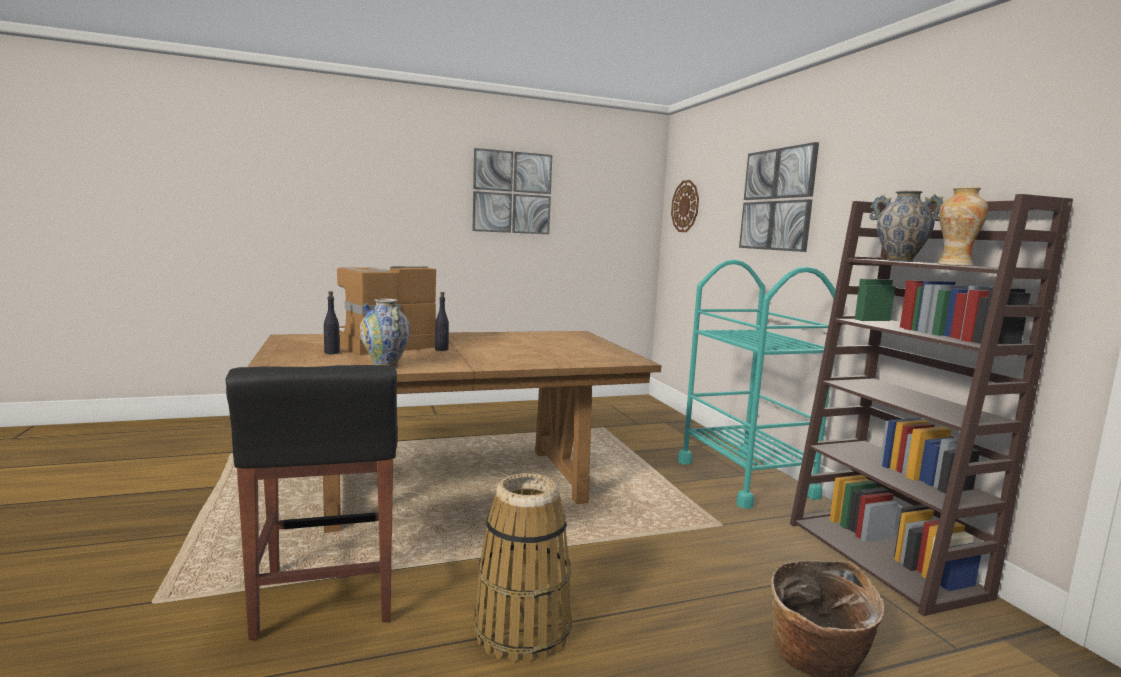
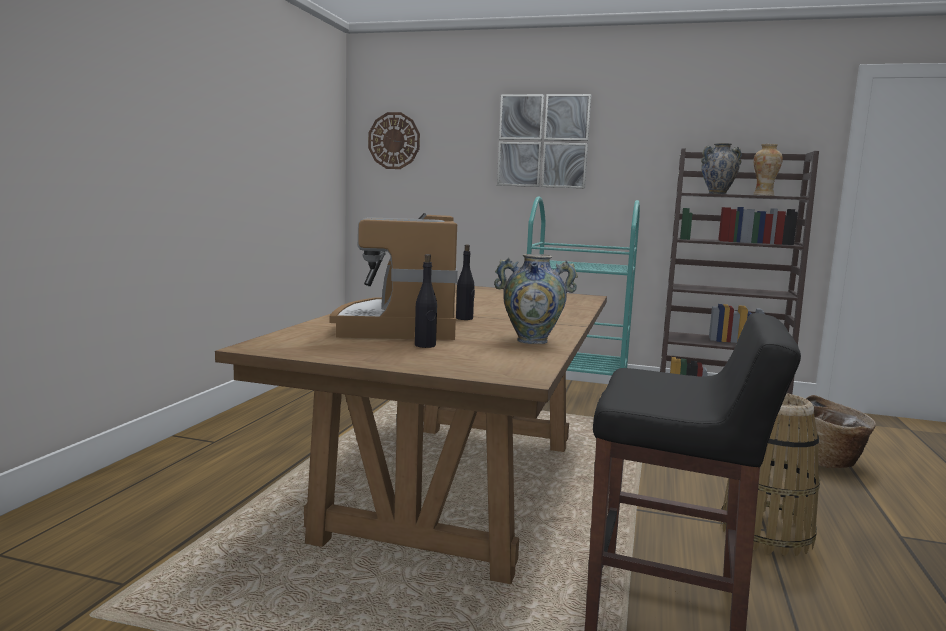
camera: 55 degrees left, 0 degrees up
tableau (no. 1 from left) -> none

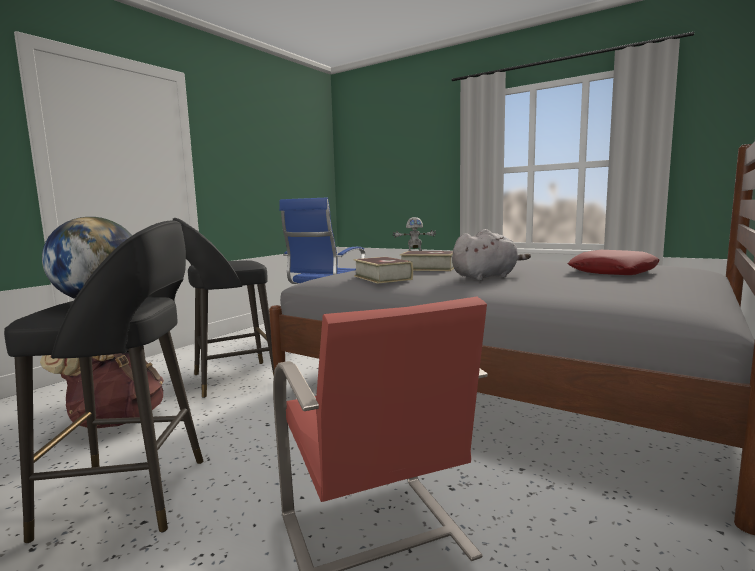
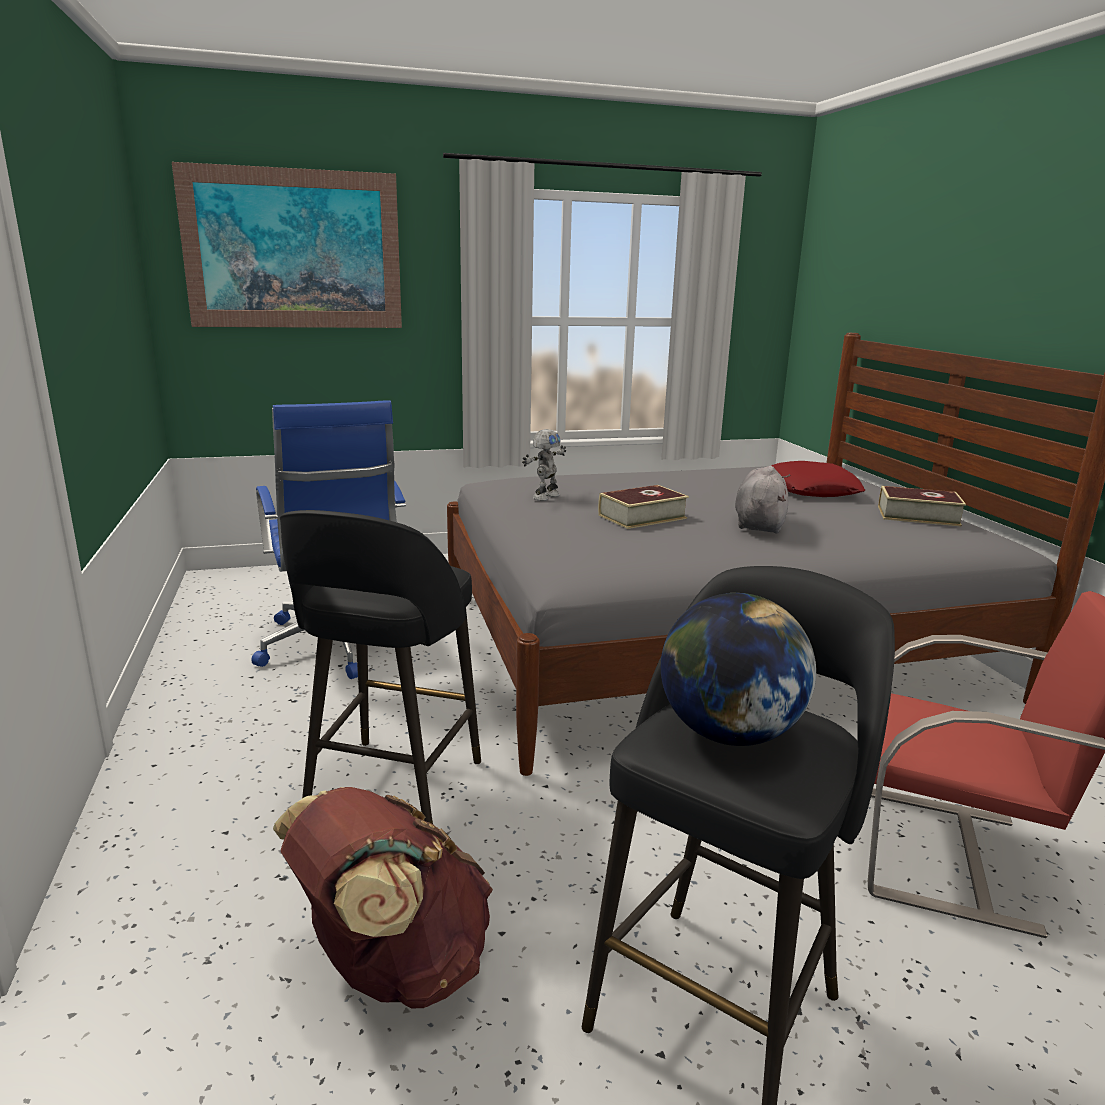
camera: 50 degrees left, 10 degrees up
none -> tableau
livre (no. 1 from left in the first image) -> livre (no. 2 from left), shifted

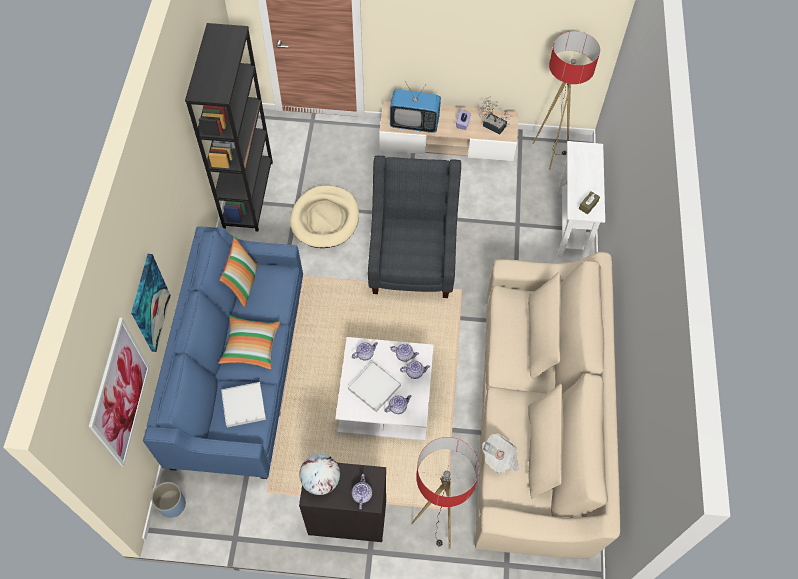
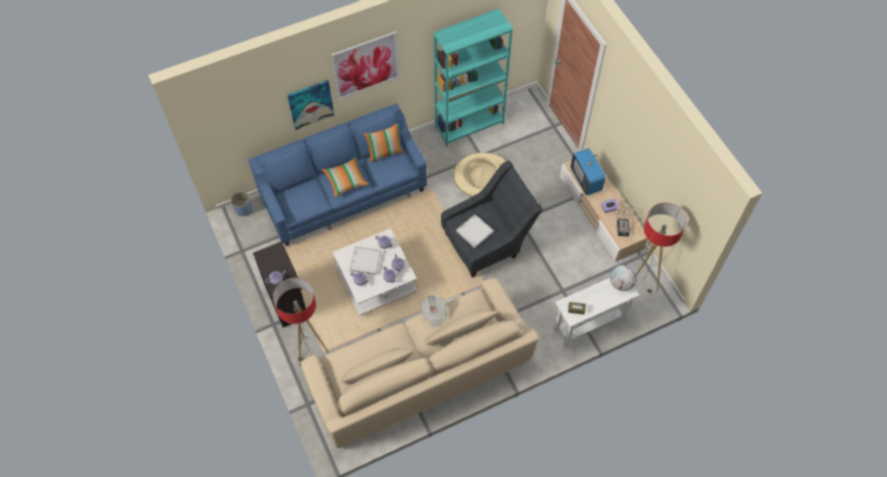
camera: 60 degrees right, 0 degrees up
tableau (no. 1 from left in the first image) -> tableau (no. 2 from left), shifted
plateau [blanc] (no. 1 from left in the first image) -> plateau [blanc] (no. 2 from left), shifted
globe, shifted
journal, shifted
bibliothèque [noir] -> bibliothèque [turquoise]

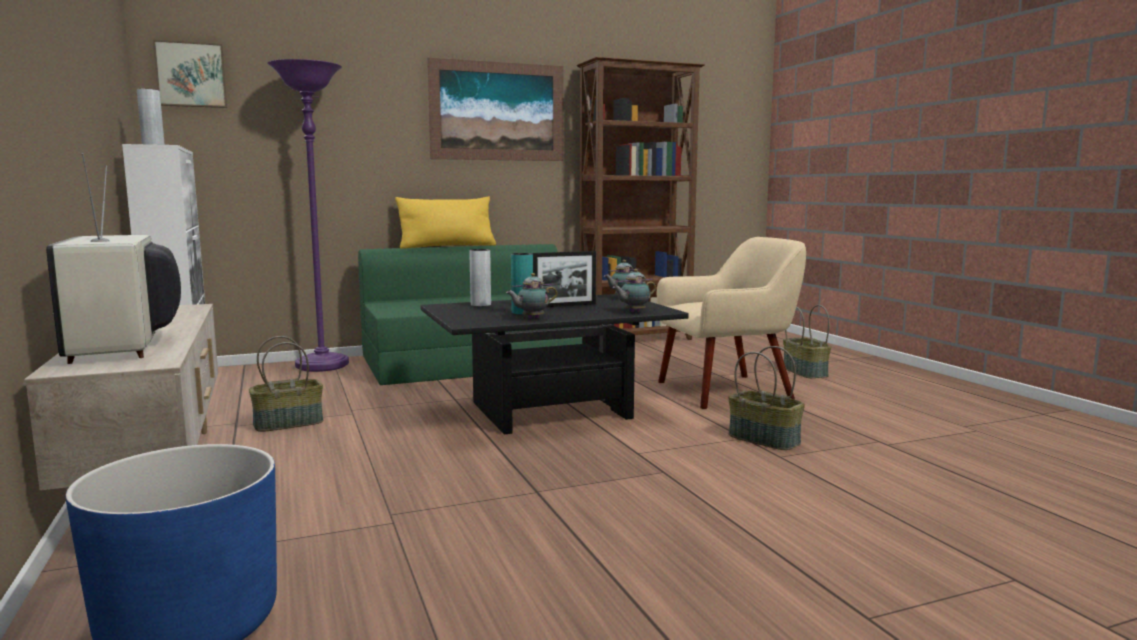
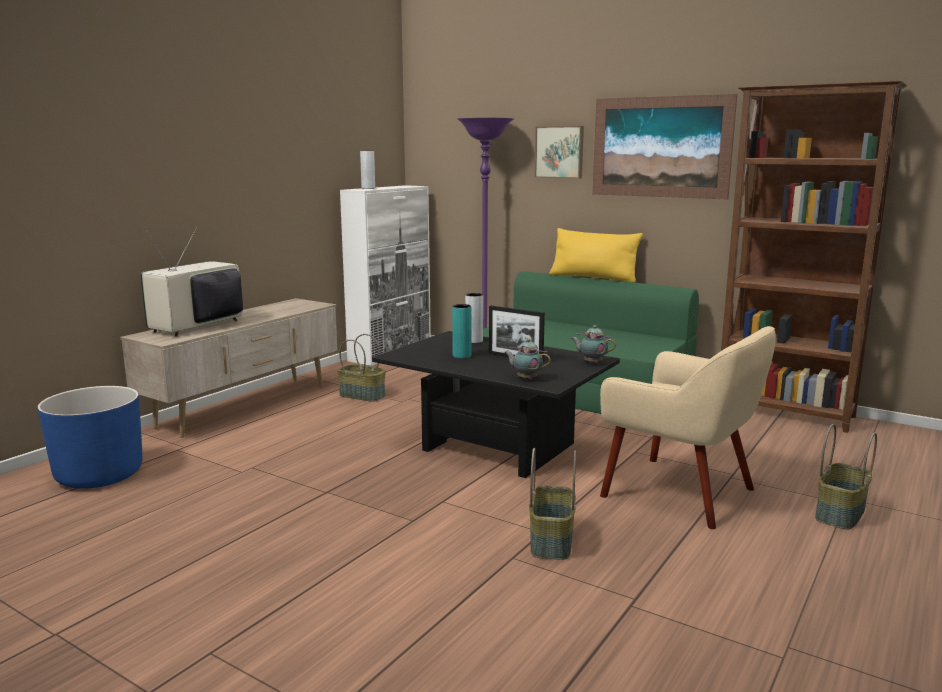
camera: 55 degrees right, 5 degrees up
théière (no. 1 from left) -> none
tableau (no. 1 from left), shifted

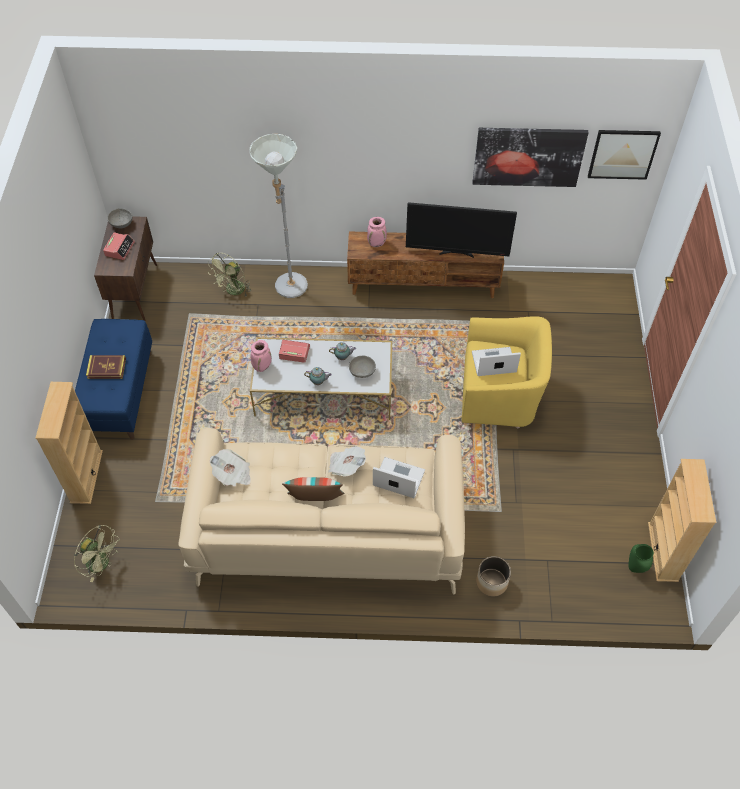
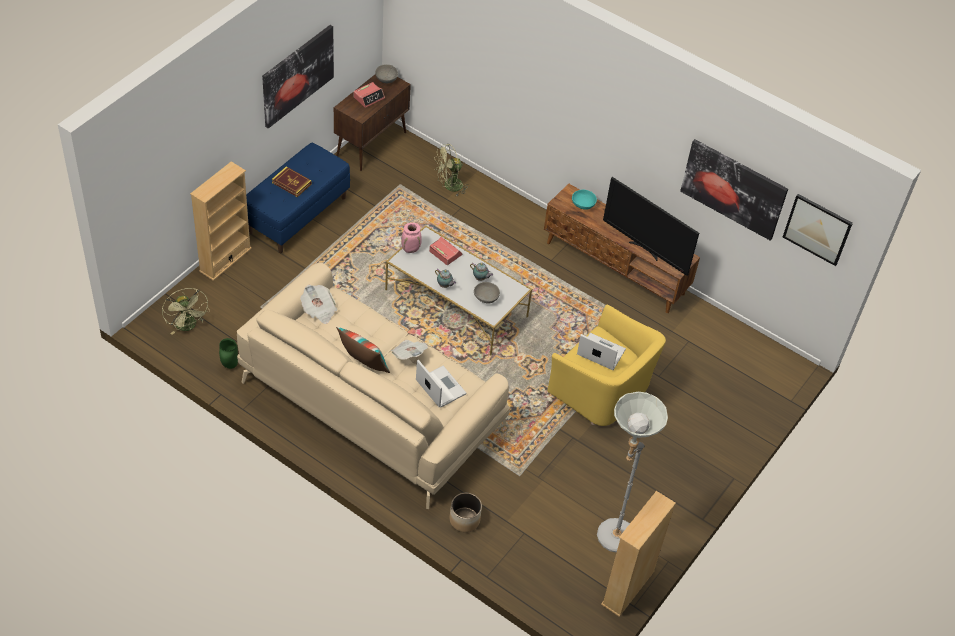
camera: 30 degrees right, 5 degrees down
none -> tableau (no. 1 from left)
lampadaire [gris], shifted
vase [vert], shifted
vase [rose] (no. 2 from left) -> bol [turquoise]

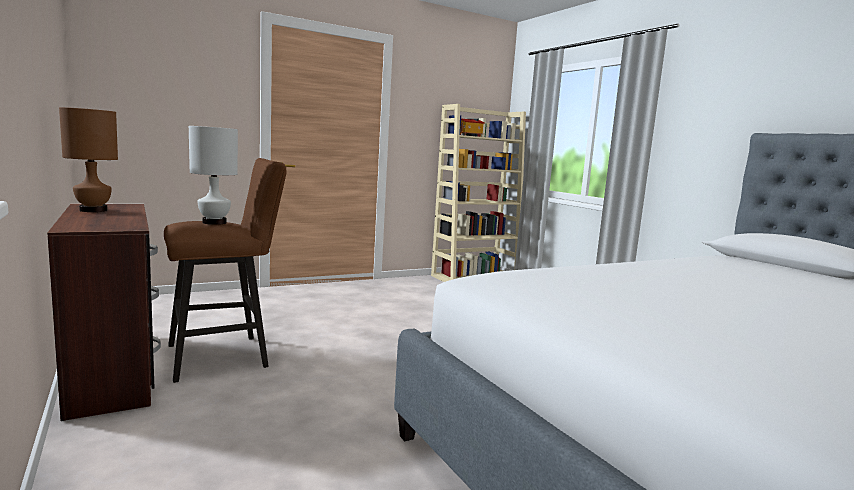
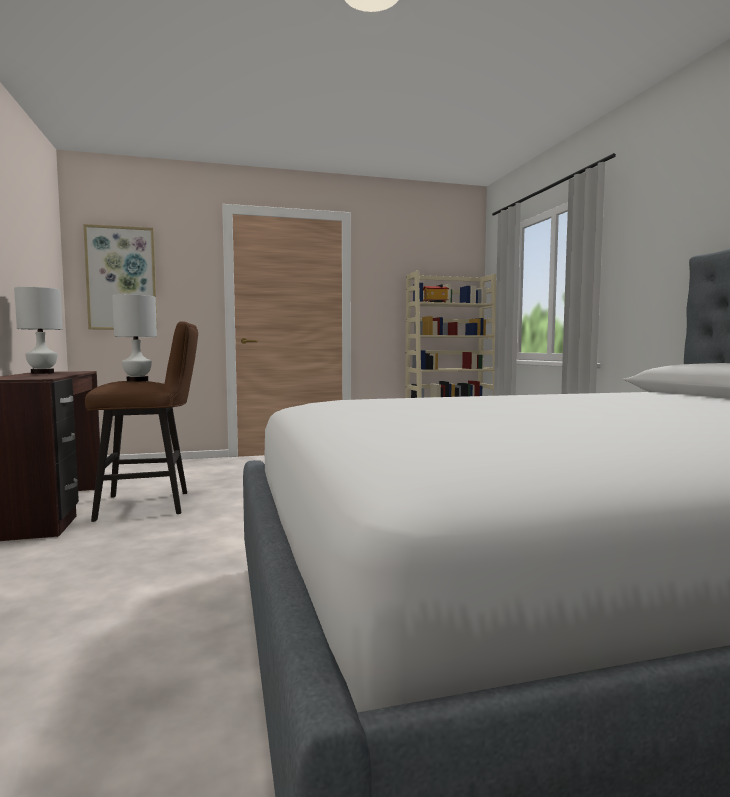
camera: 15 degrees right, 5 degrees down
none -> tableau
lampe de table [marron] -> lampe de table [blanc] (no. 1 from left)

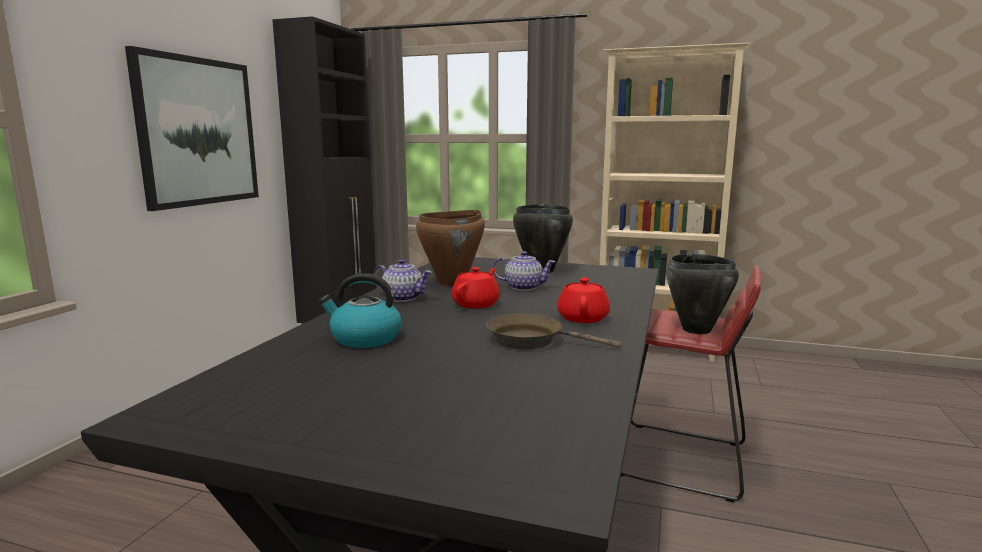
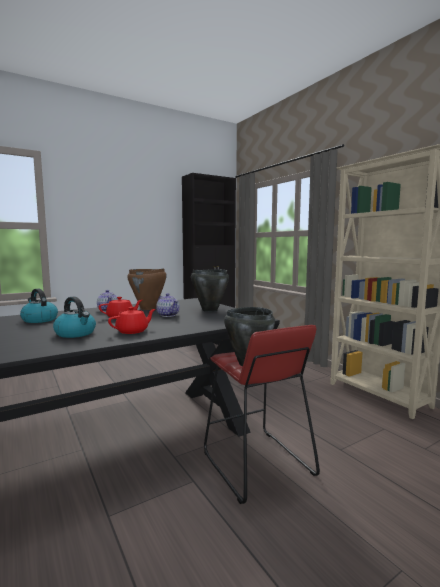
camera: 40 degrees right, 5 degrees down
tableau -> none
poêle [marron] -> bouilloire (no. 2 from left)

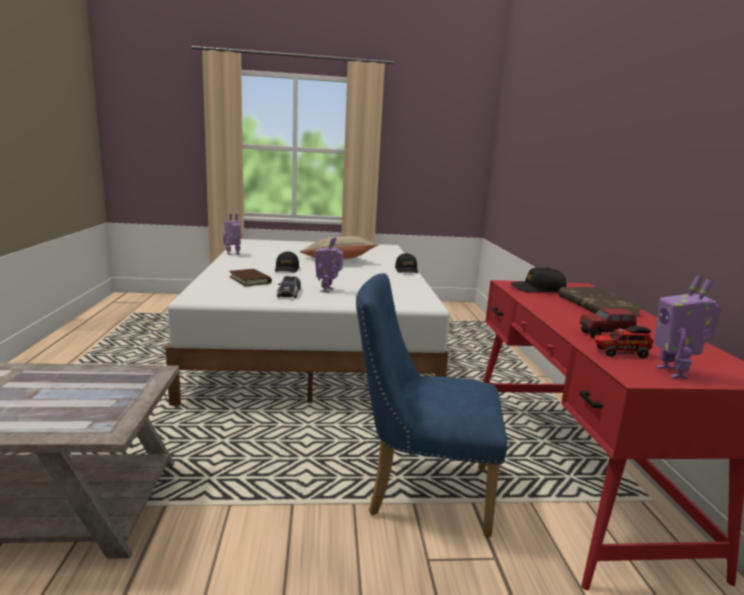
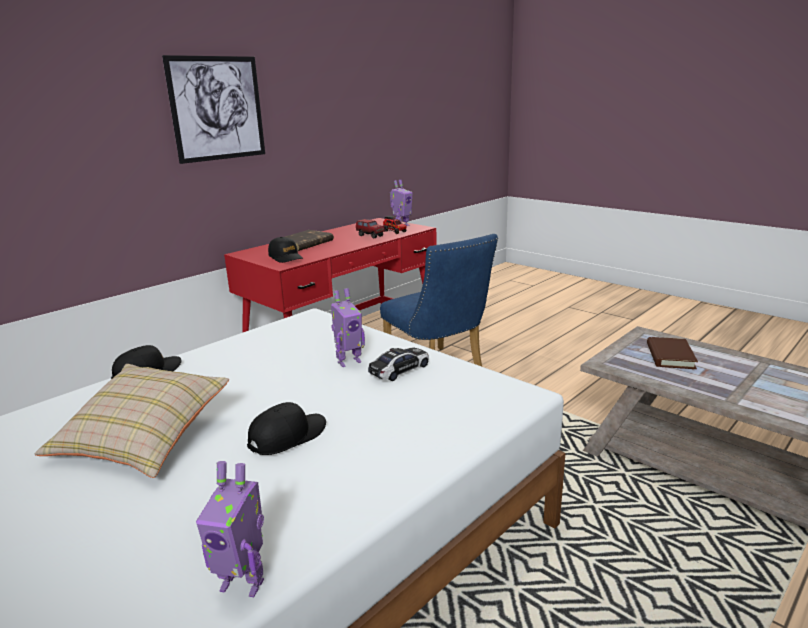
camera: 130 degrees left, 5 degrees up
none -> tableau
livre [marron] (no. 1 from left in the first image) -> livre [marron] (no. 2 from left), shifted

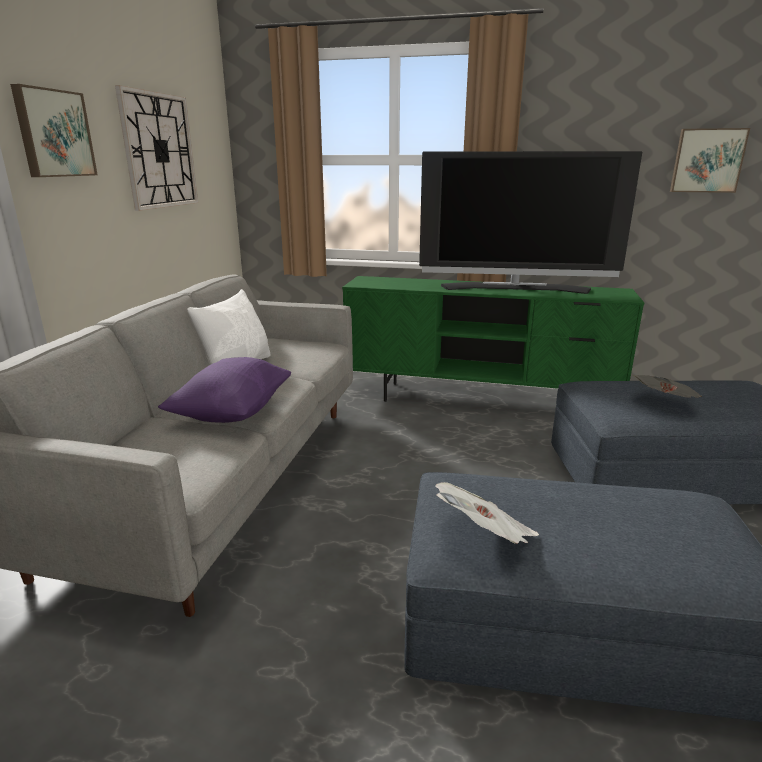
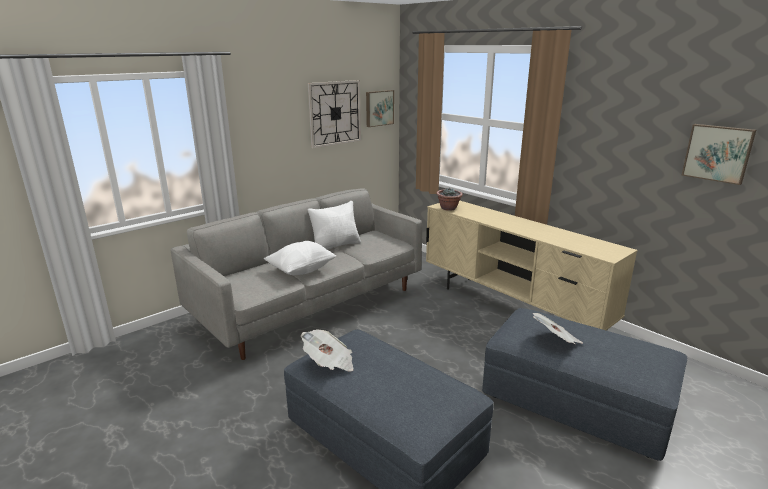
camera: 35 degrees right, 0 degrees up
téléviseur -> none
none -> plante en pot
tableau (no. 1 from left), shifted
coussin [violet] -> coussin [blanc] (no. 1 from left)
meuble télé [vert] -> meuble télé [beige]

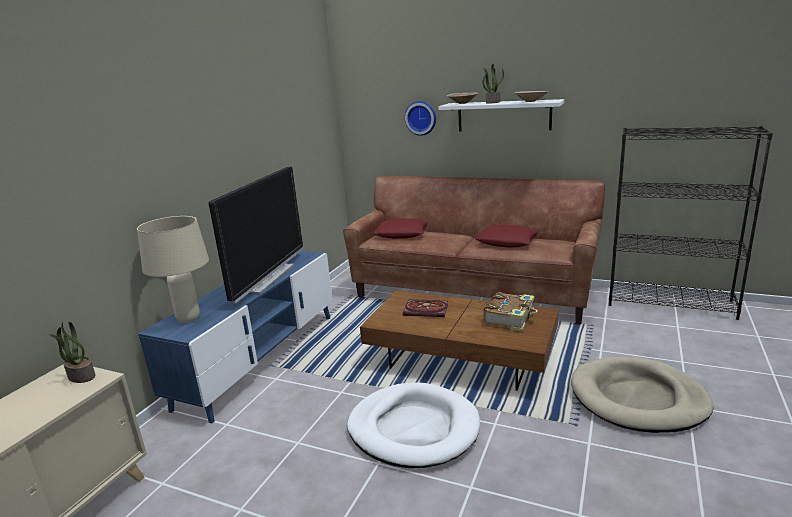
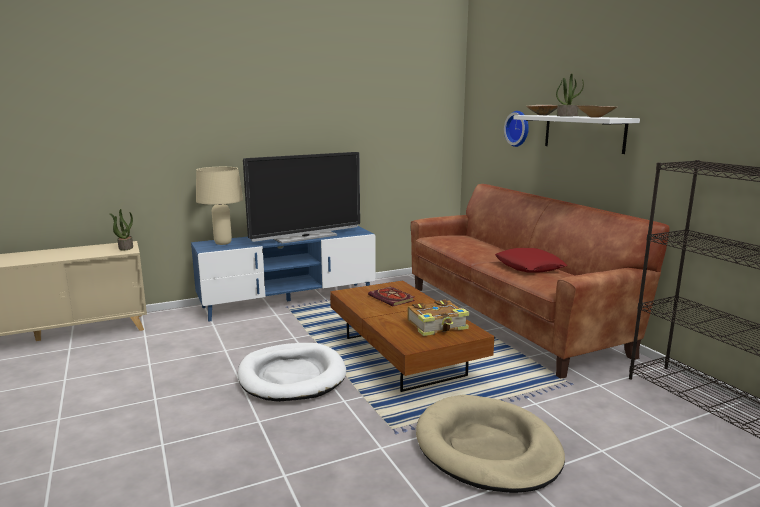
camera: 40 degrees right, 5 degrees down
coussin [rouge] (no. 1 from left) -> none

